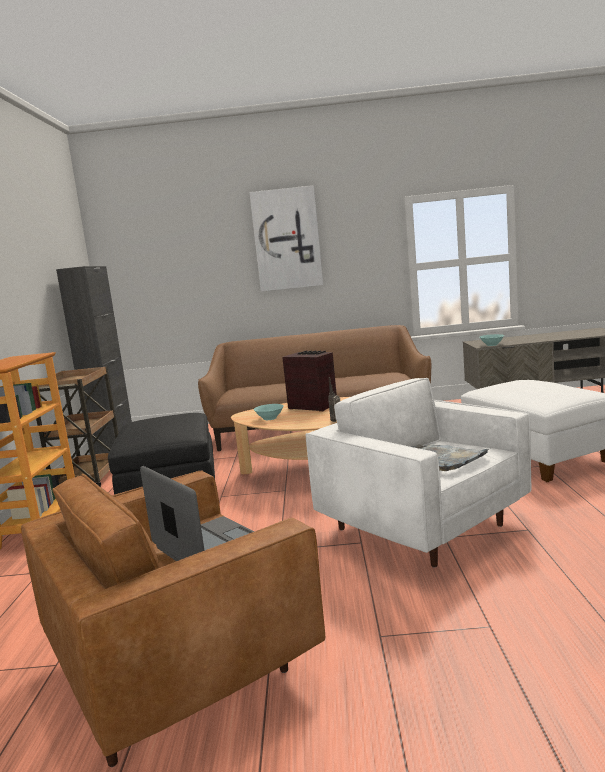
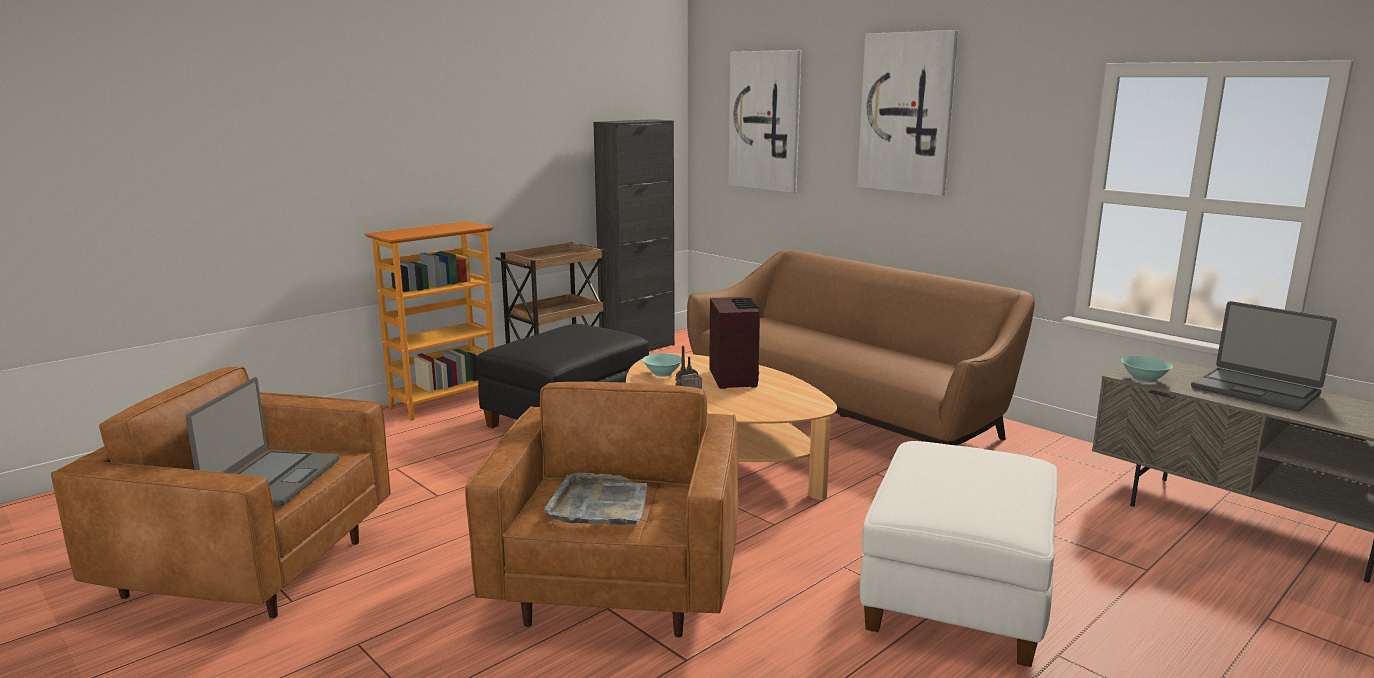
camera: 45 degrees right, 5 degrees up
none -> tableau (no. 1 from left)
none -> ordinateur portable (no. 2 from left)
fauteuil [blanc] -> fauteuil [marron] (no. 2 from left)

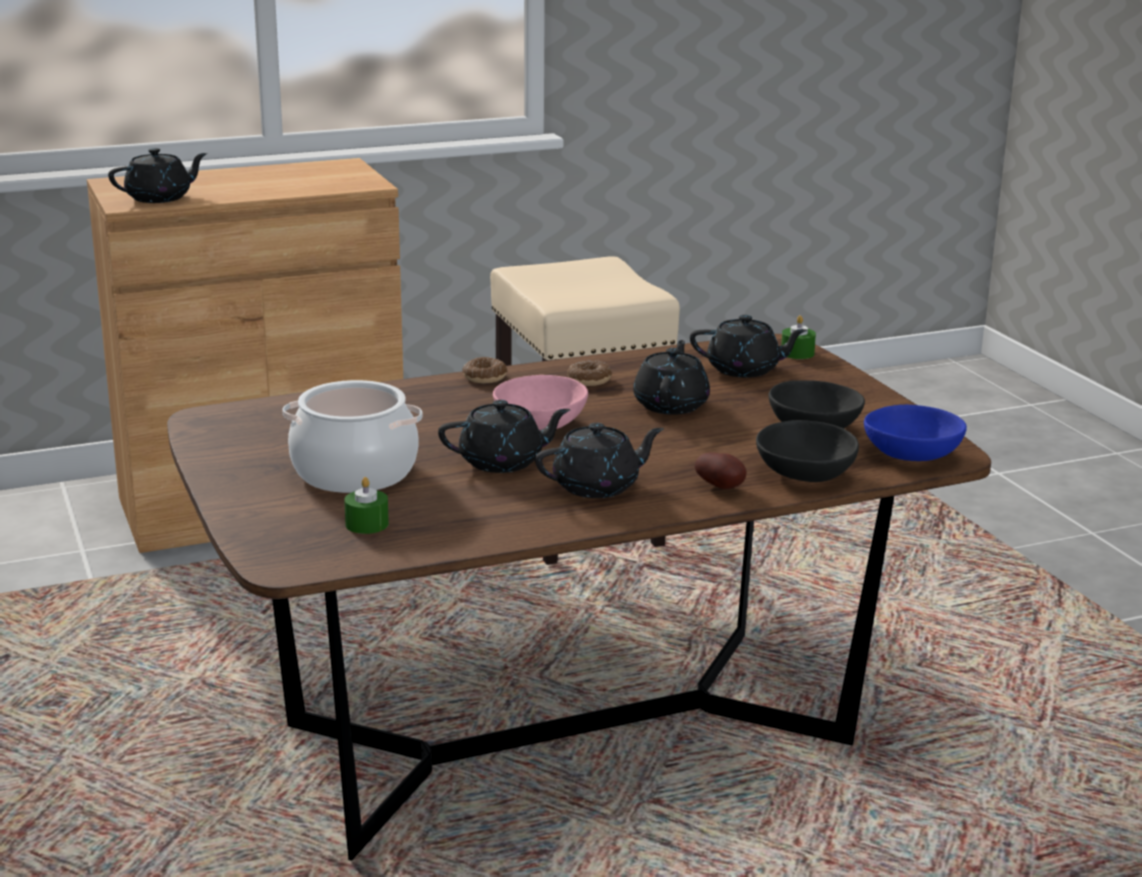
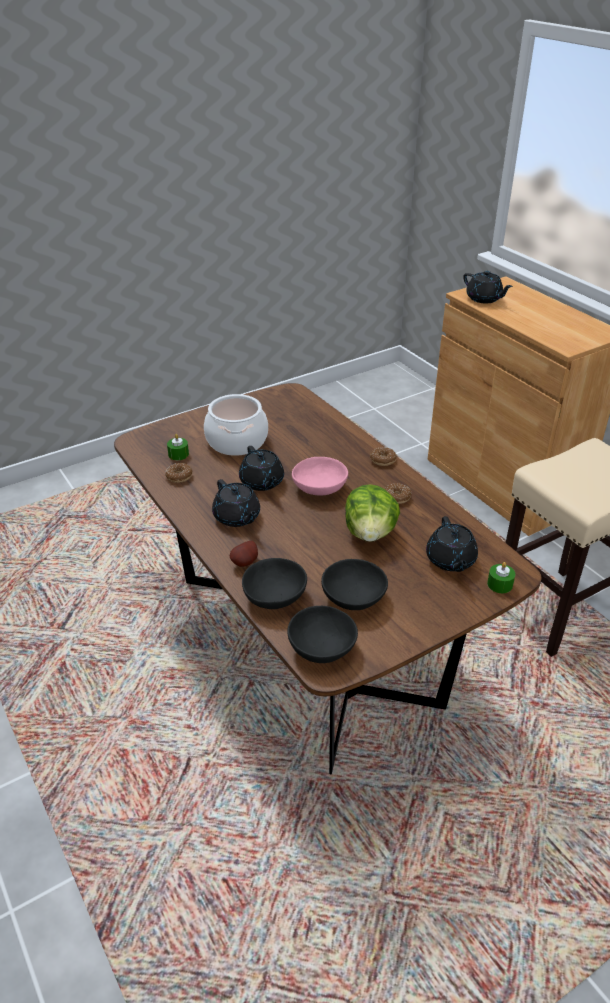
camera: 80 degrees right, 15 degrees up
none -> beignet (no. 1 from left)
théière [noir] (no. 4 from left) -> laitue
bol [bleu] -> bol [noir] (no. 2 from left)

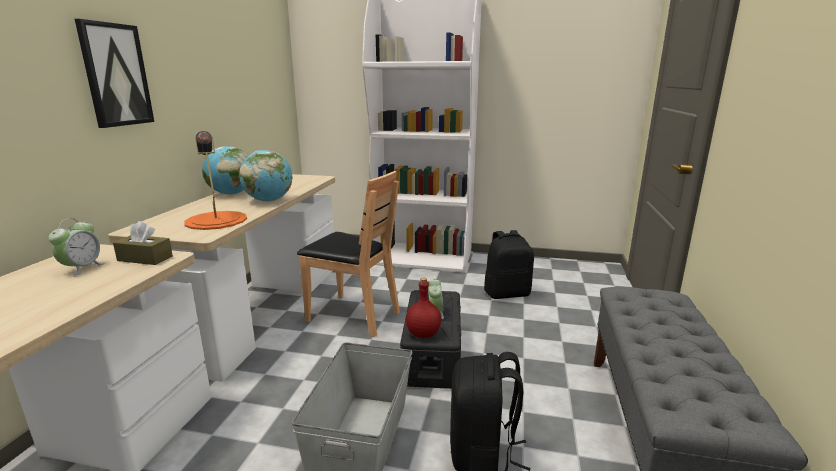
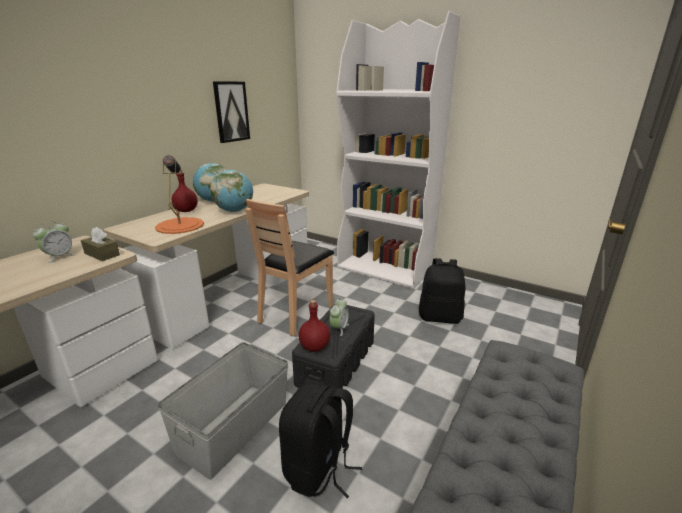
camera: 20 degrees right, 5 degrees up
none -> bouteille [rouge] (no. 1 from left)
tableau, shifted
chaise [marron], 75 degrees clockwise

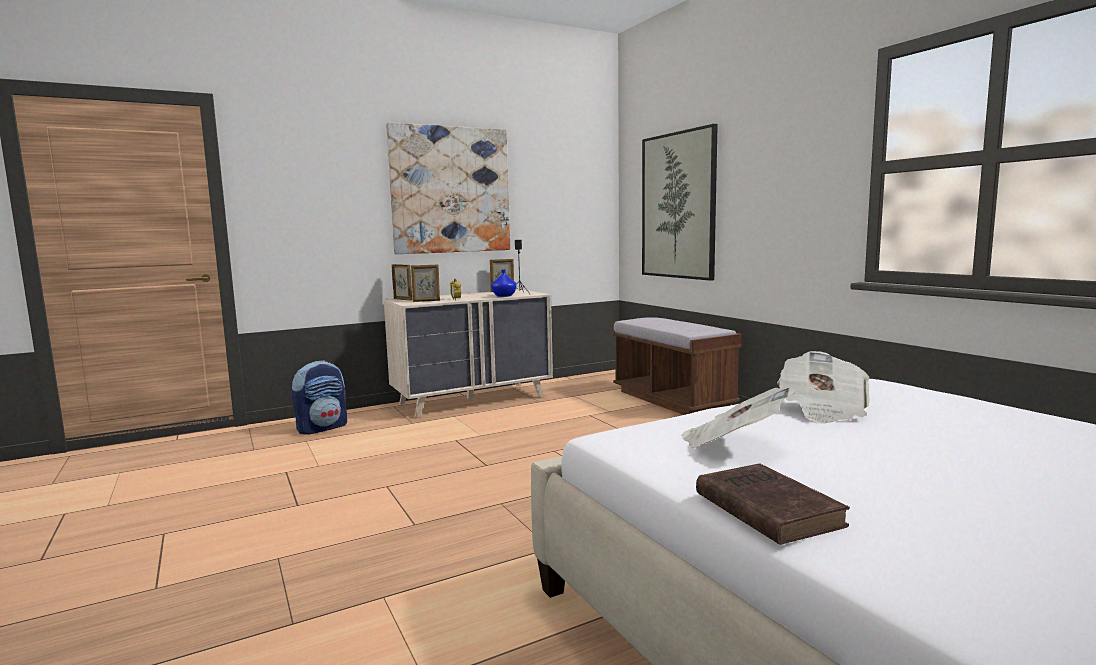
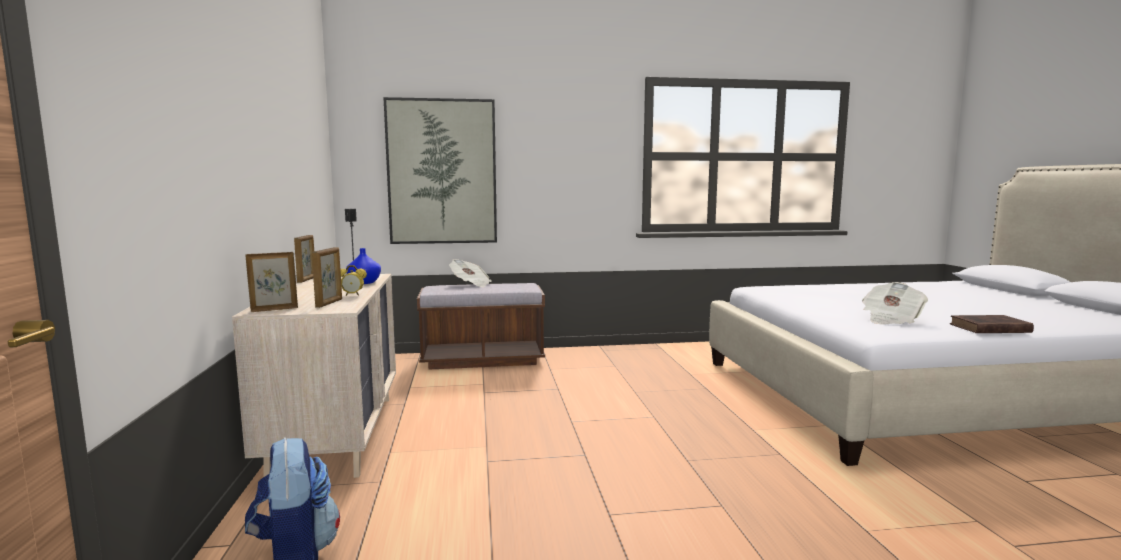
camera: 70 degrees left, 0 degrees up
tableau (no. 1 from left) -> none
journal (no. 2 from left in the first image) -> journal (no. 1 from left), shifted

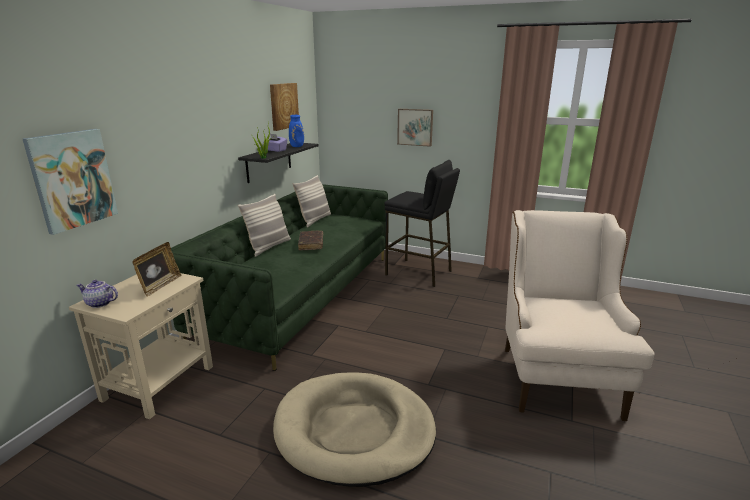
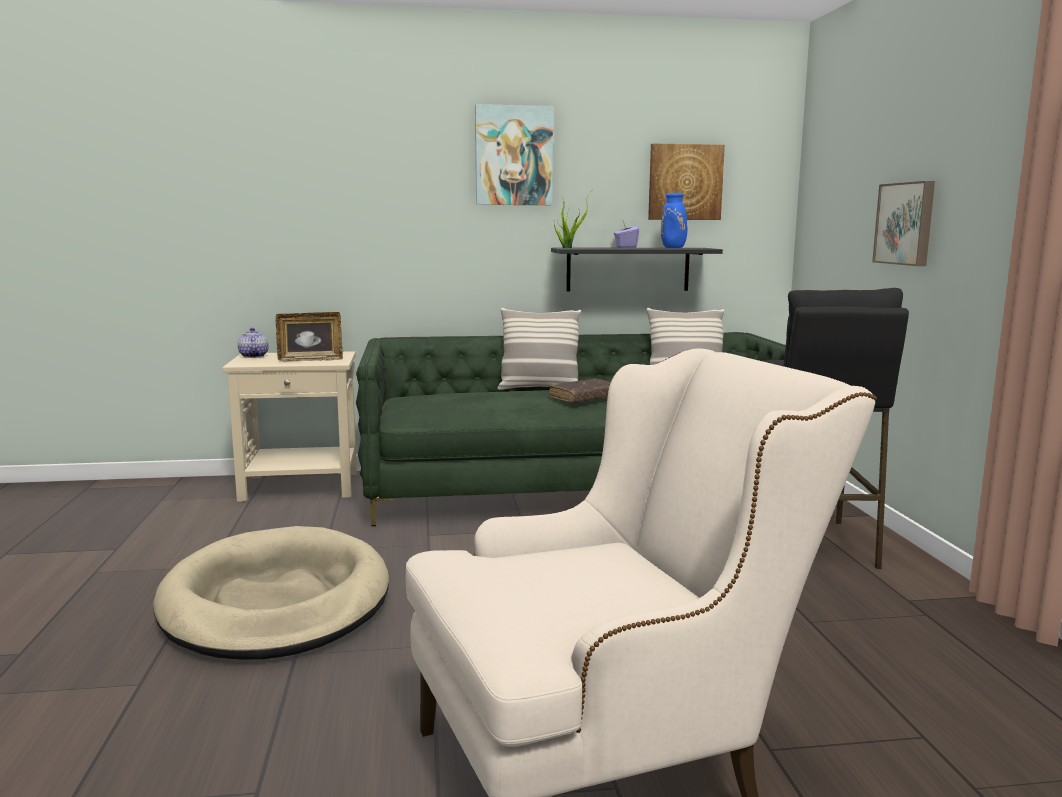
camera: 60 degrees right, 10 degrees down
tableau (no. 1 from left), shifted

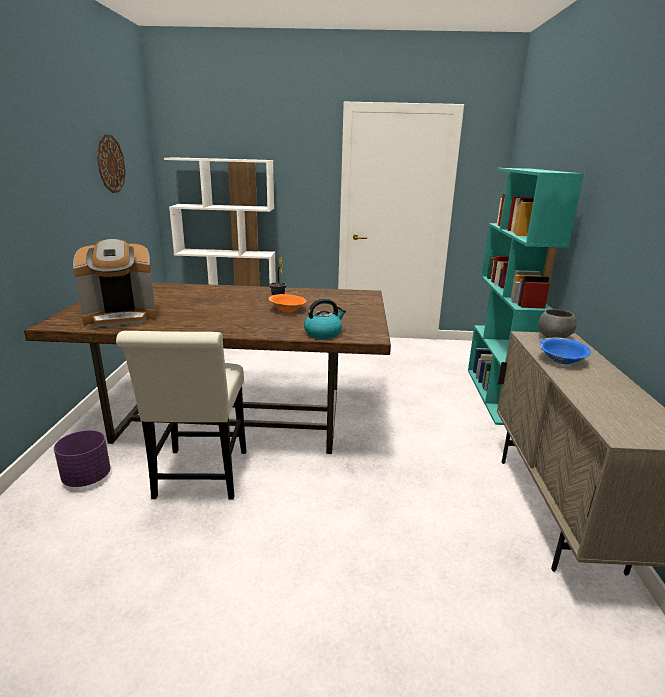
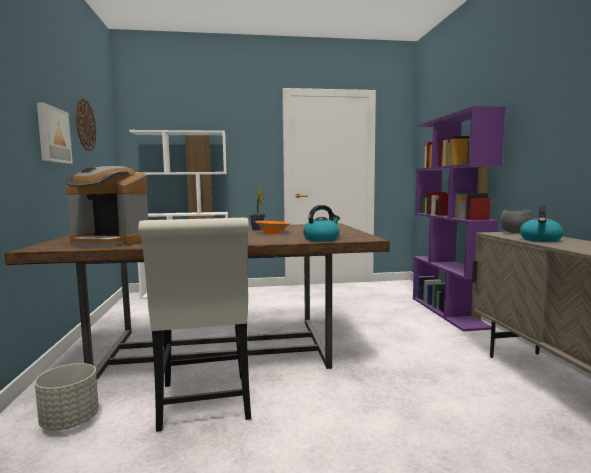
camera: 10 degrees left, 15 degrees down
none -> tableau
bol [bleu] -> bouilloire (no. 2 from left)
cache-pot [violet] -> cache-pot [gris]
bibliothèque [turquoise] -> bibliothèque [violet]
machine à café, 45 degrees clockwise

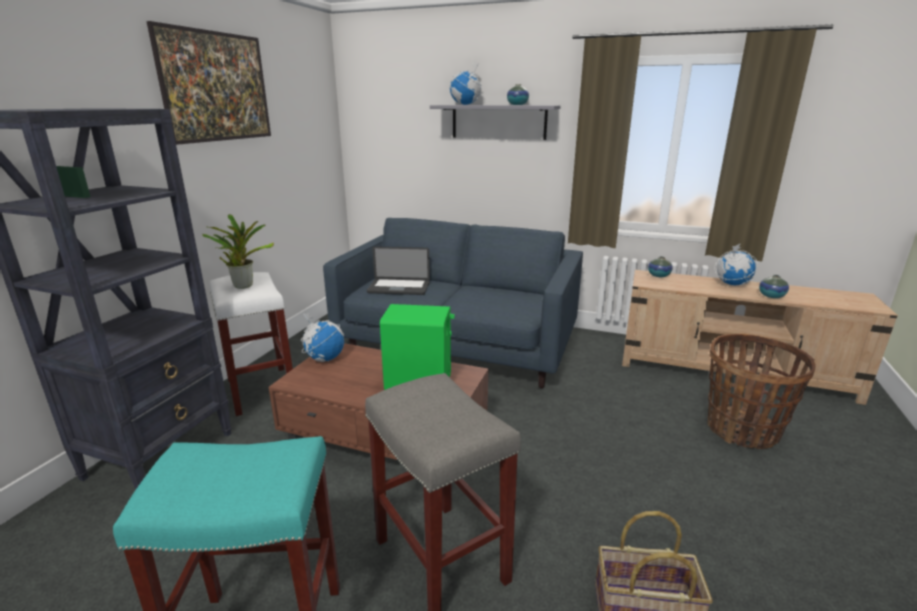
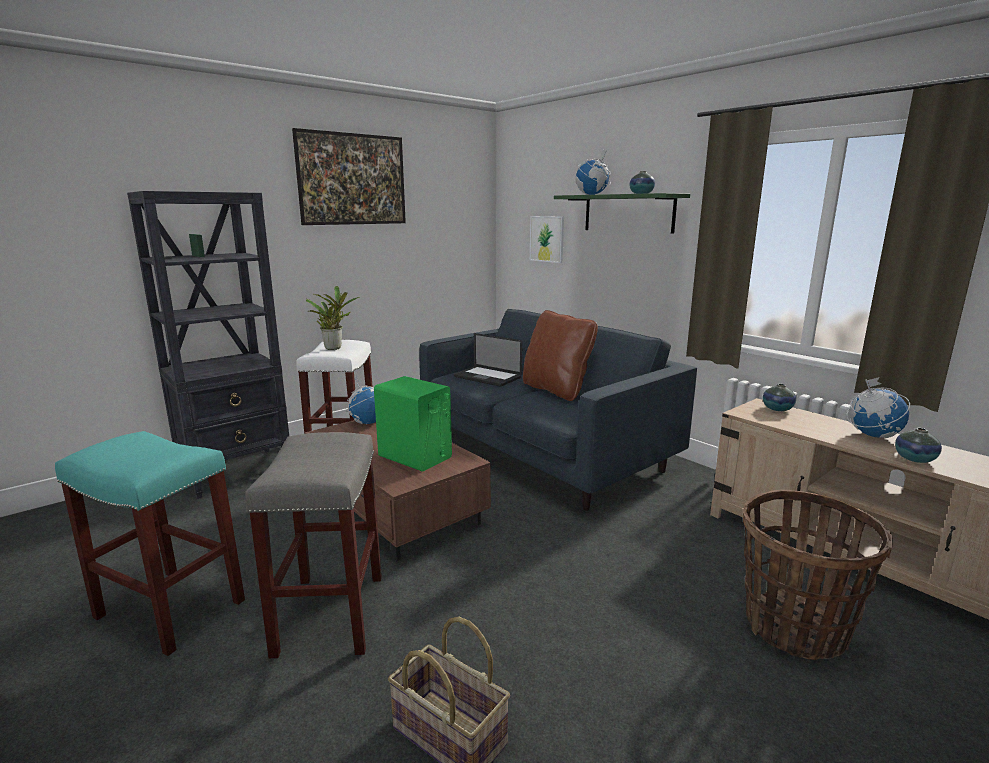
camera: 30 degrees right, 5 degrees down
none -> coussin [marron]
none -> tableau (no. 2 from left)
étagère [gris] -> étagère [vert]

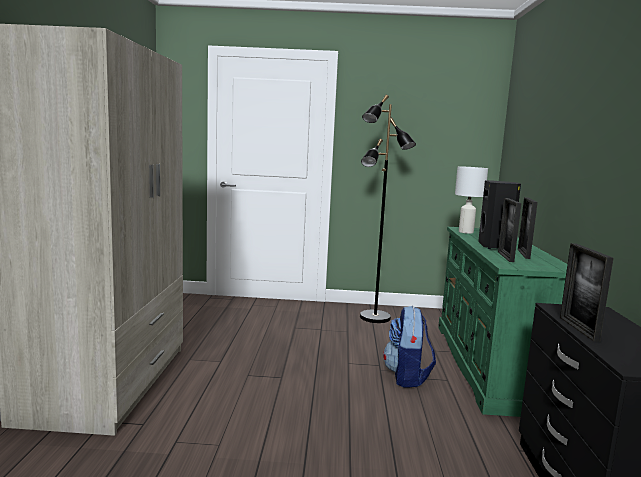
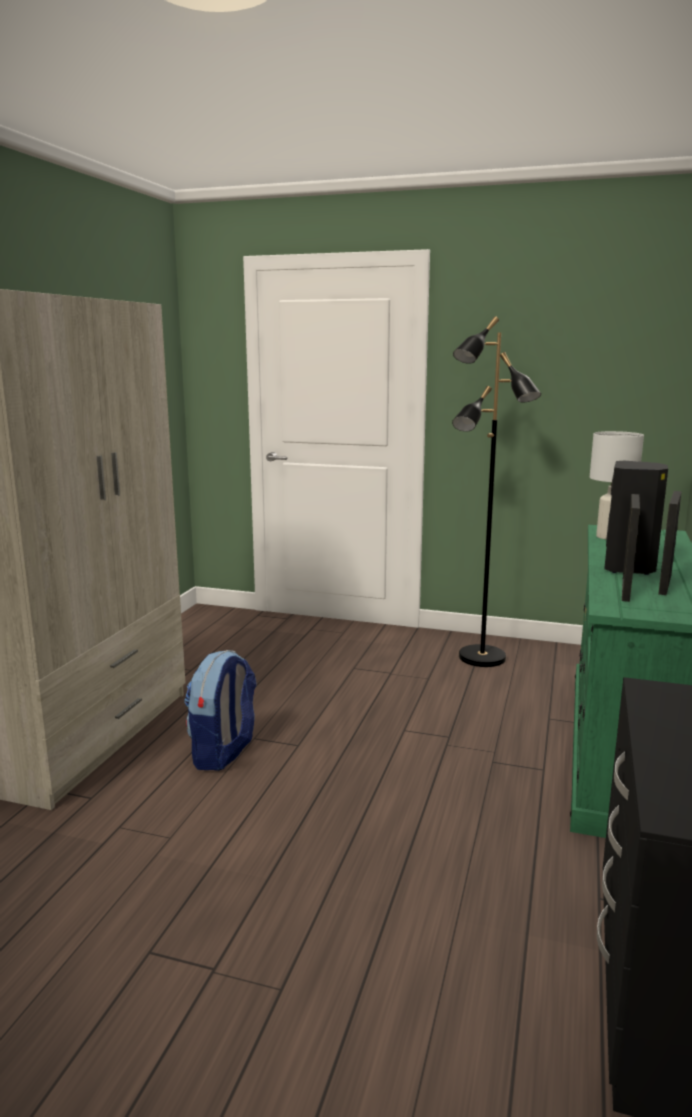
camera: 15 degrees right, 5 degrees up
cadre photo (no. 3 from left) -> none
sac à dos, shifted

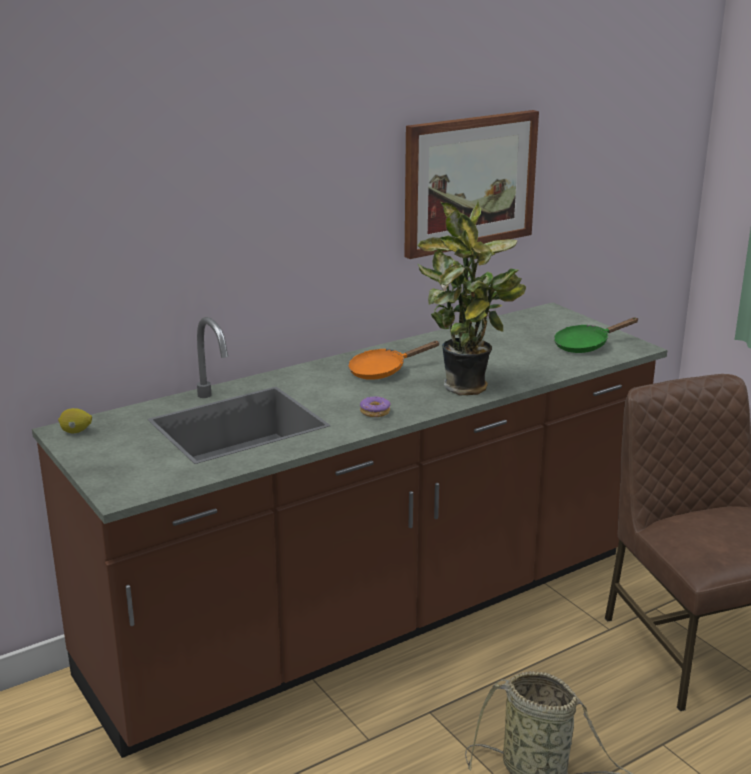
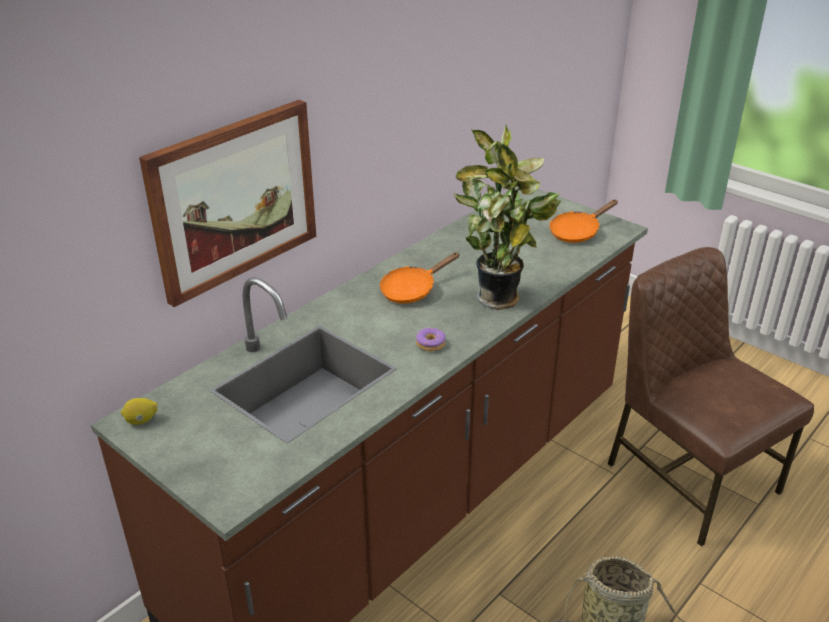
camera: 15 degrees left, 10 degrees up
tableau, shifted
poêle [vert] -> poêle [orange] (no. 2 from left)

